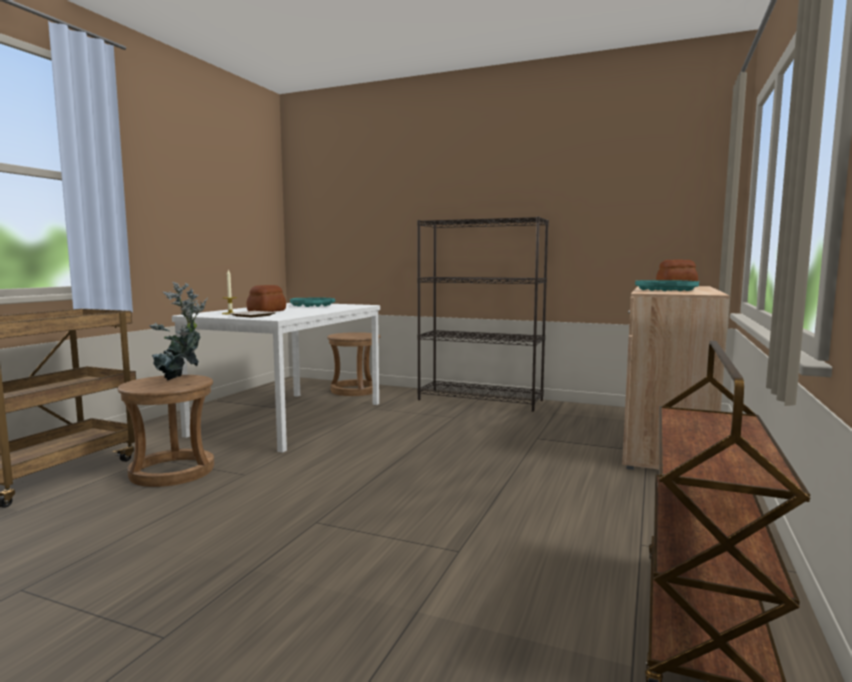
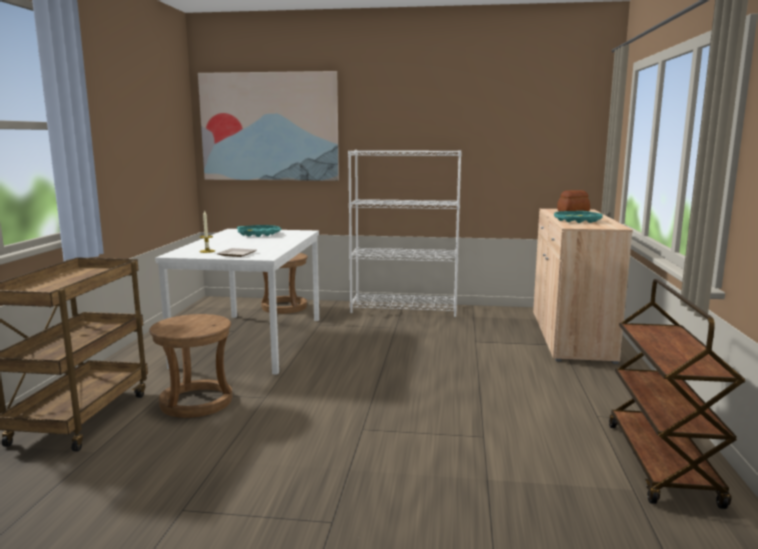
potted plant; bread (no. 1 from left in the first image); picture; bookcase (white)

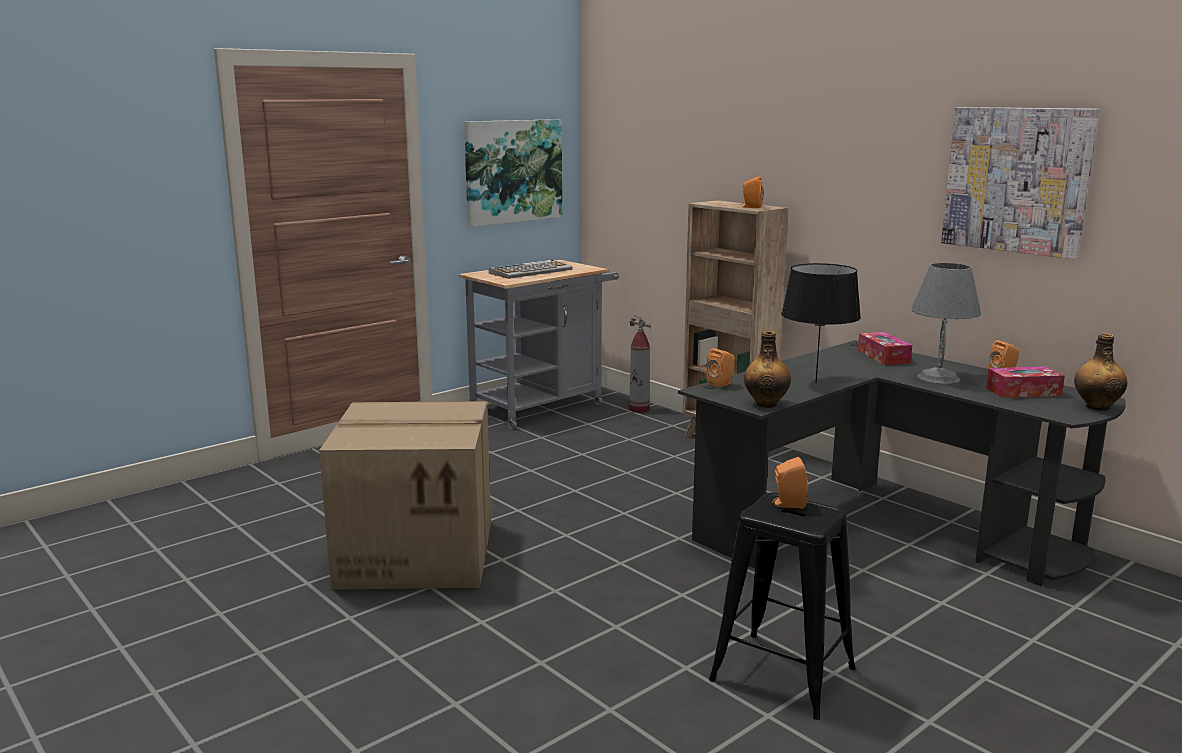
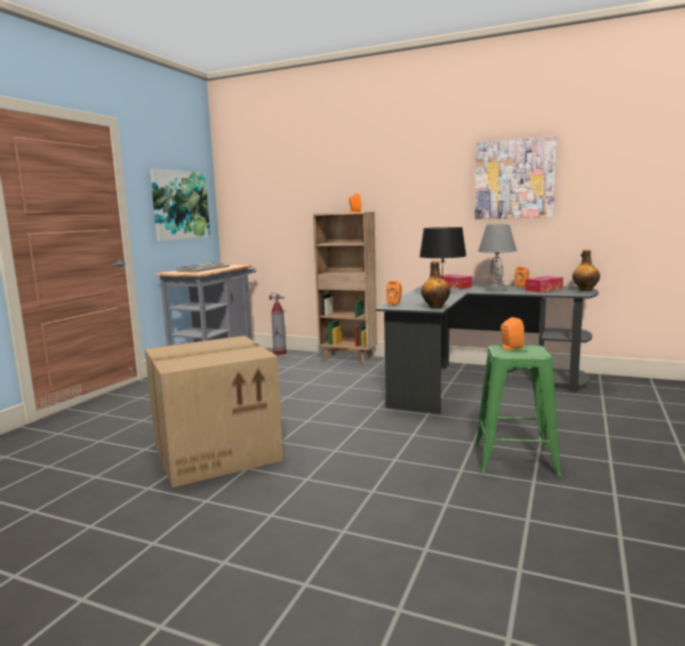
stool (green)

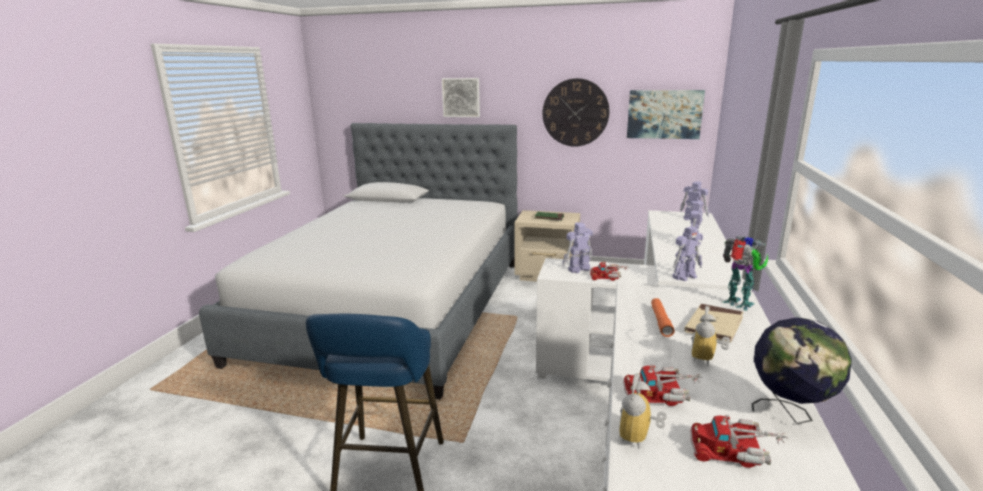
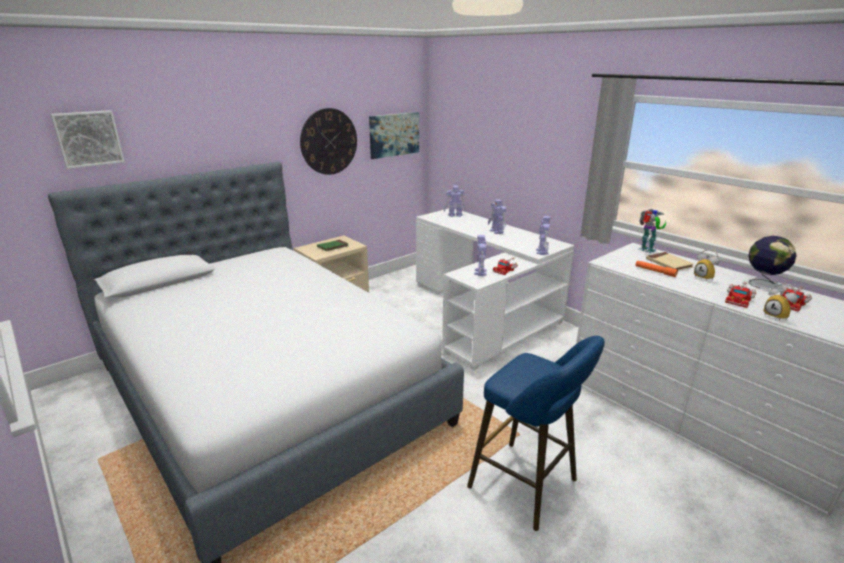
picture (no. 1 from left); toy robot (no. 5 from left)

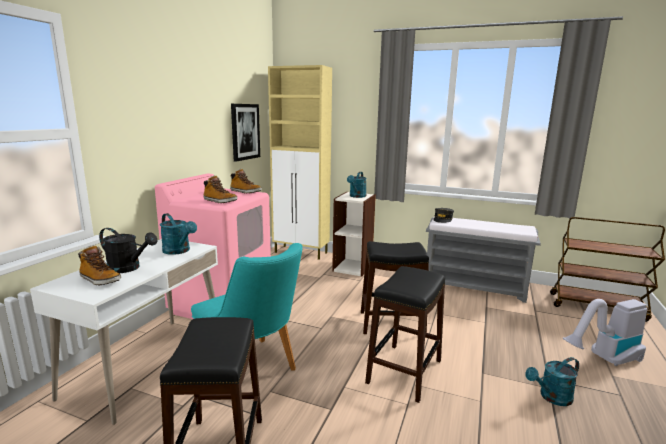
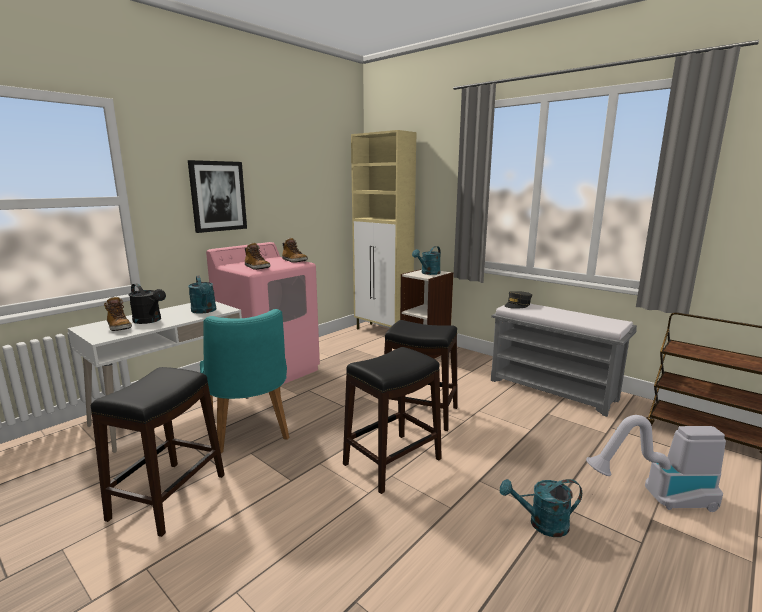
picture

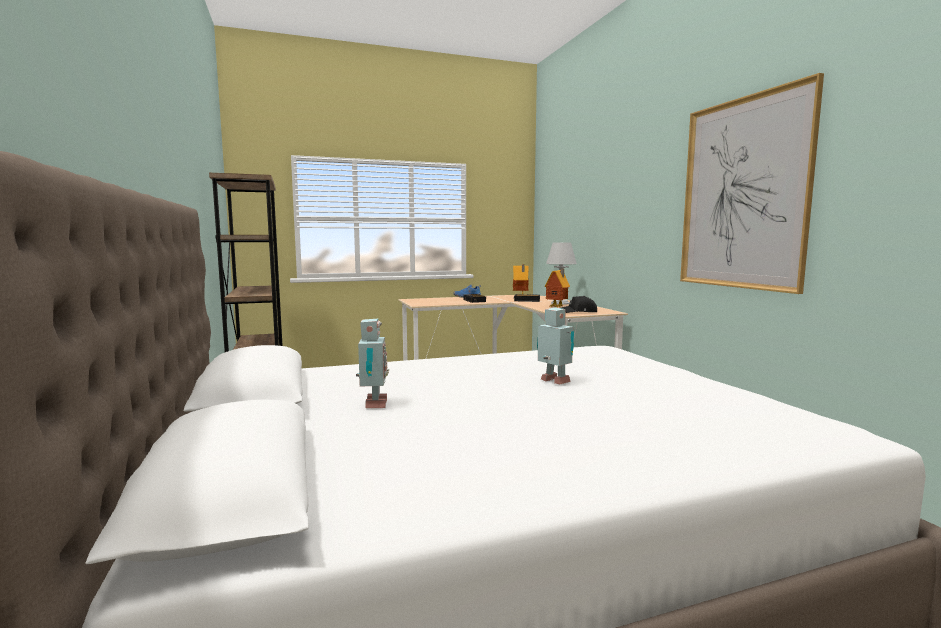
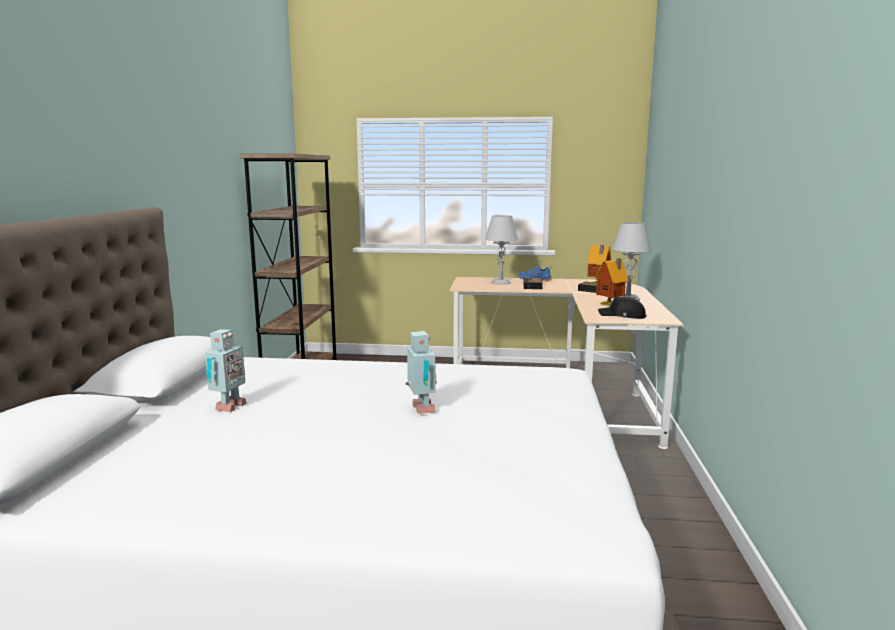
picture; table lamp (grey) (no. 1 from left)

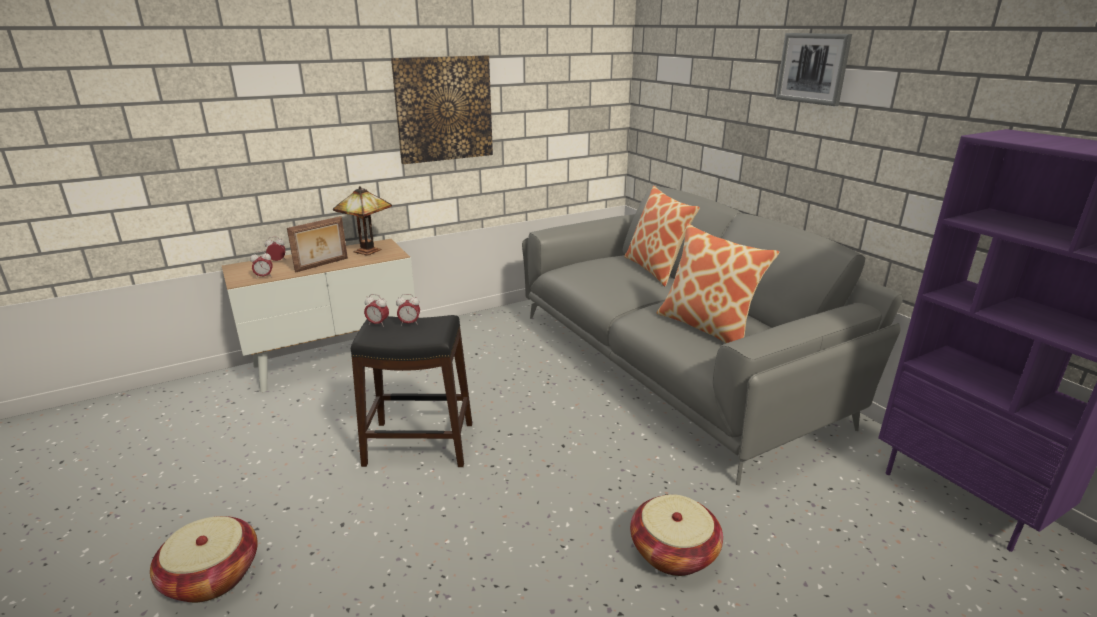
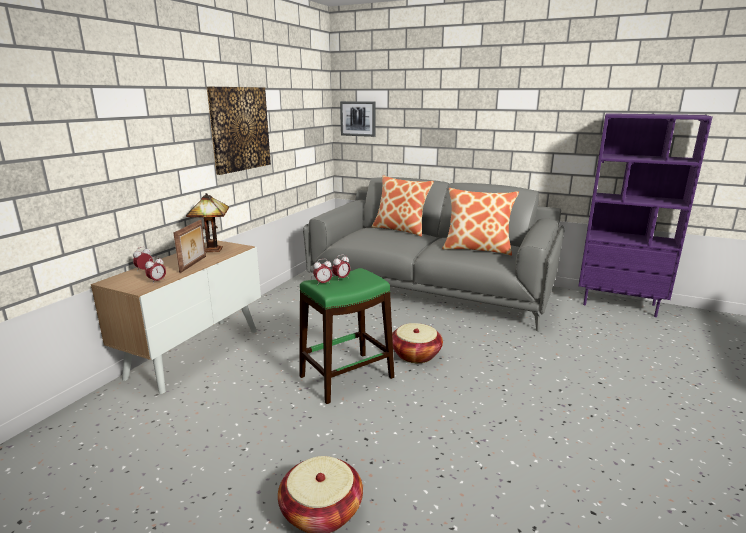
basket (no. 2 from left); picture (no. 2 from left); stool (green)

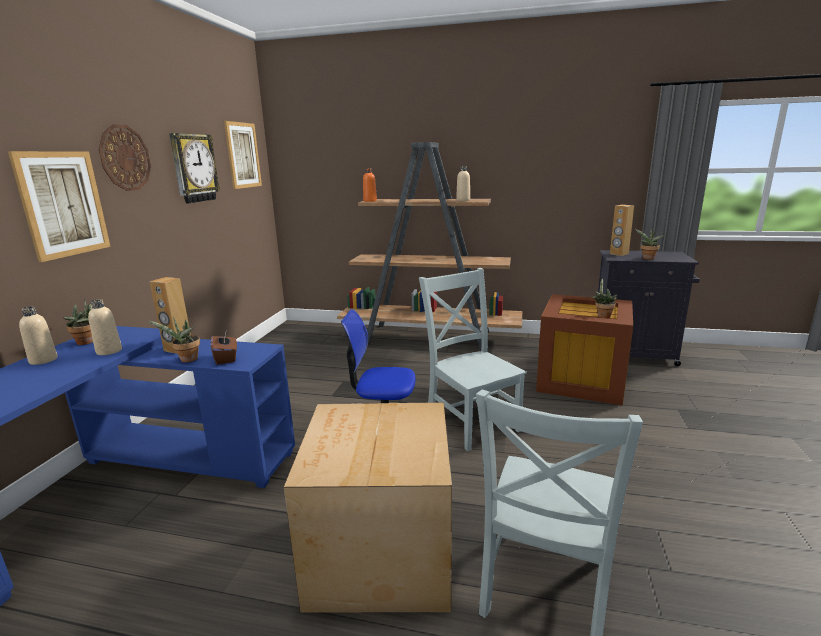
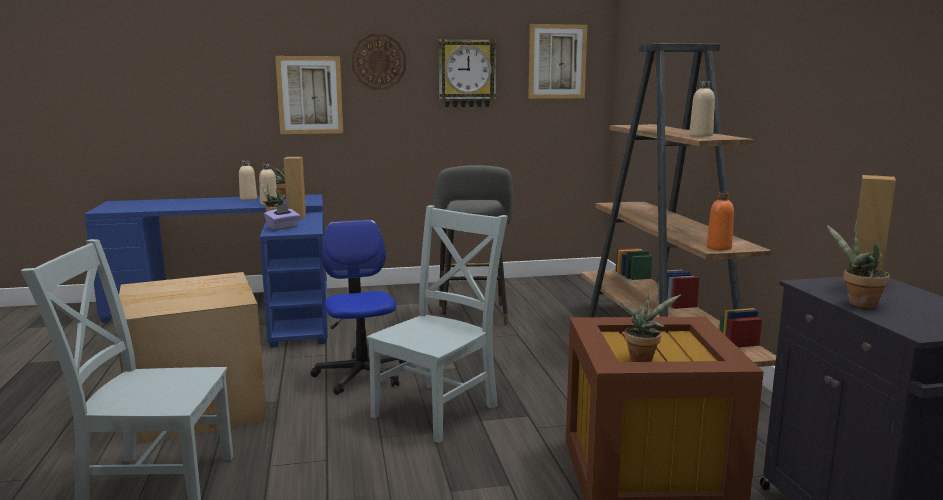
stool (grey); bottle (orange); tissue box (purple)

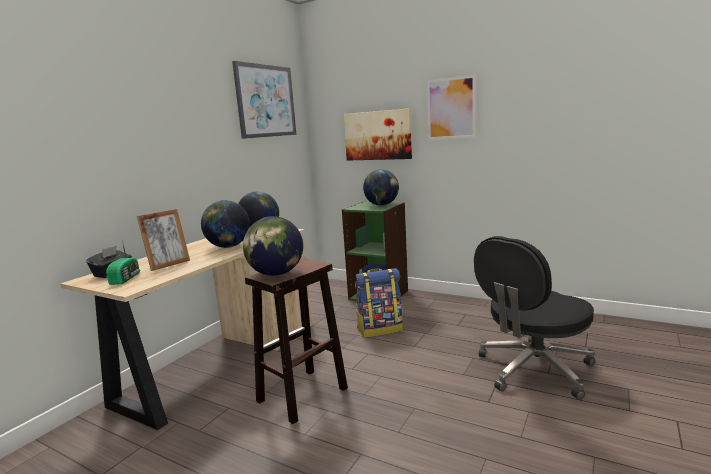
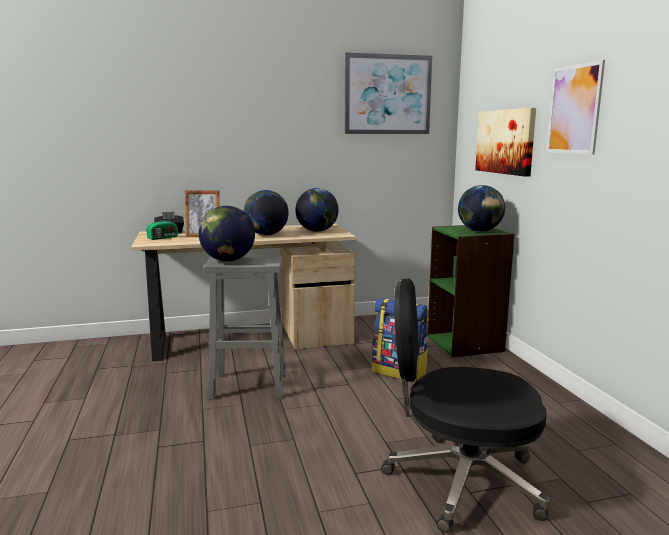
stool (grey)

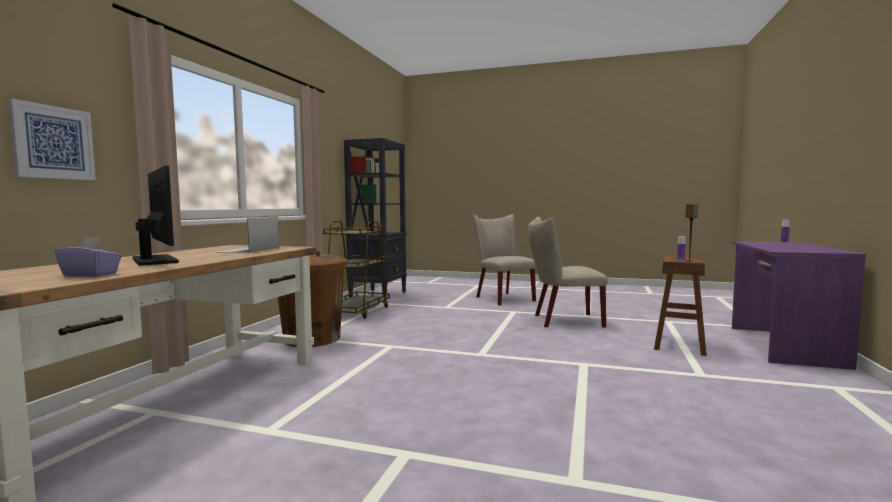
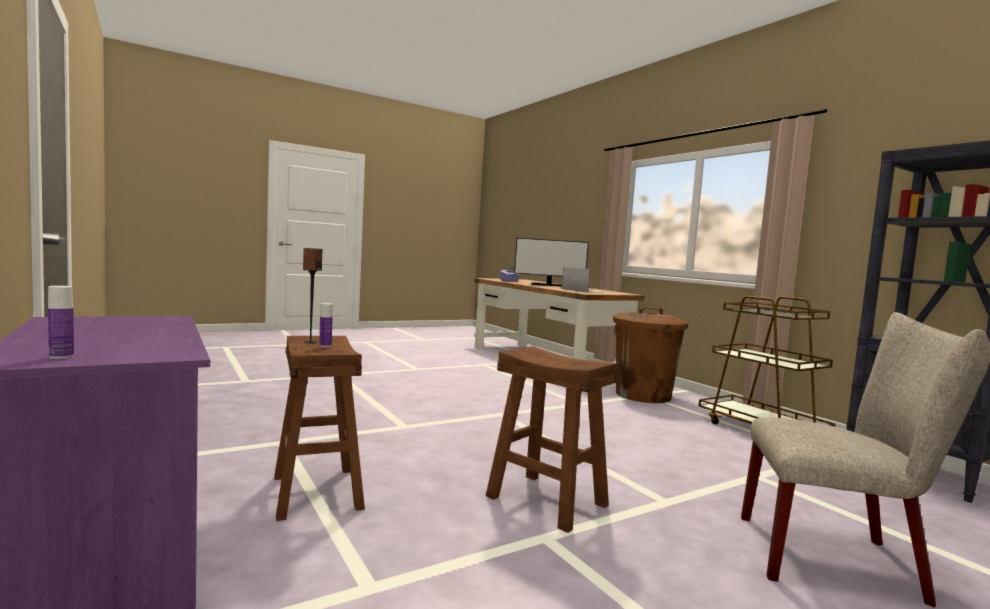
picture; stool (brown) (no. 2 from left)

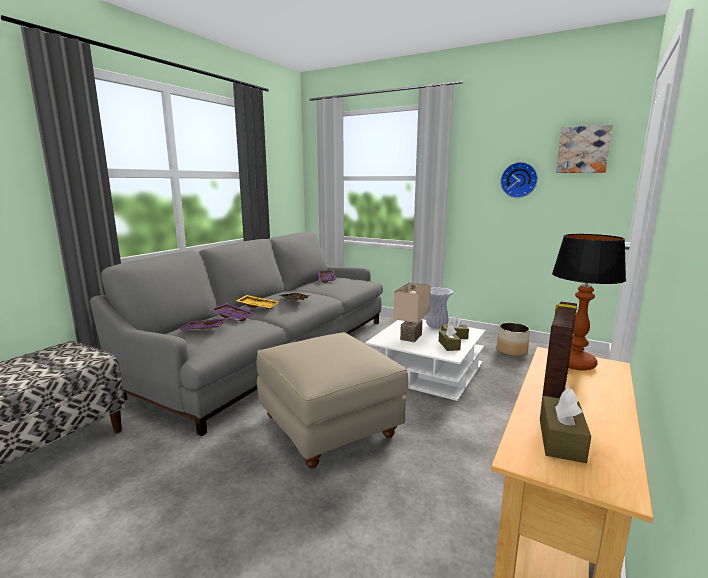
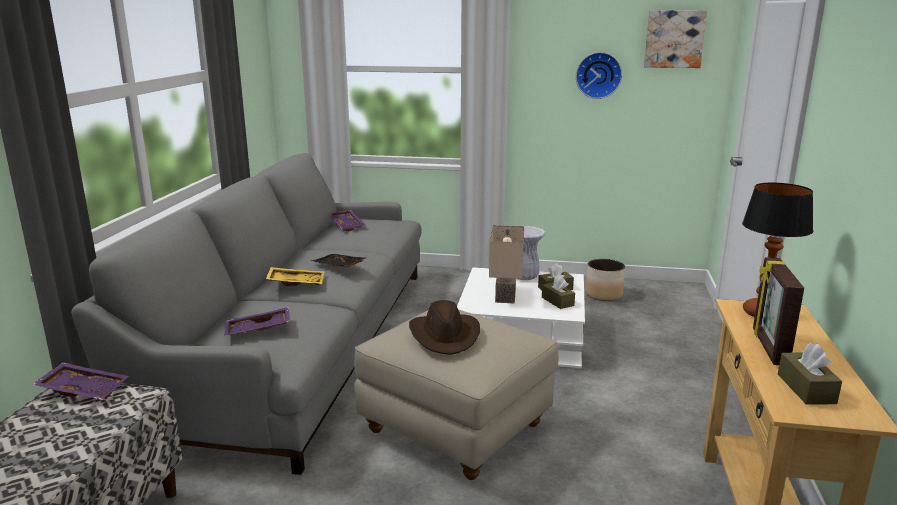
hat (brown); tray (purple) (no. 1 from left)

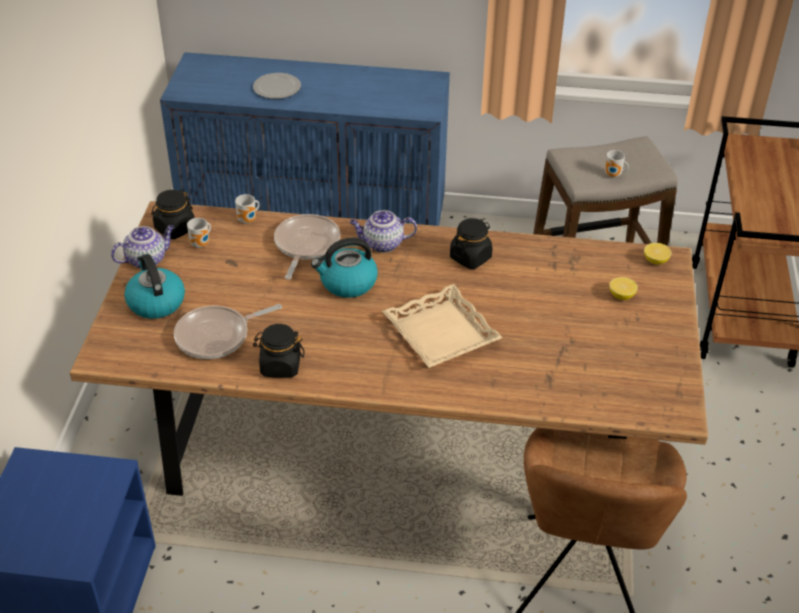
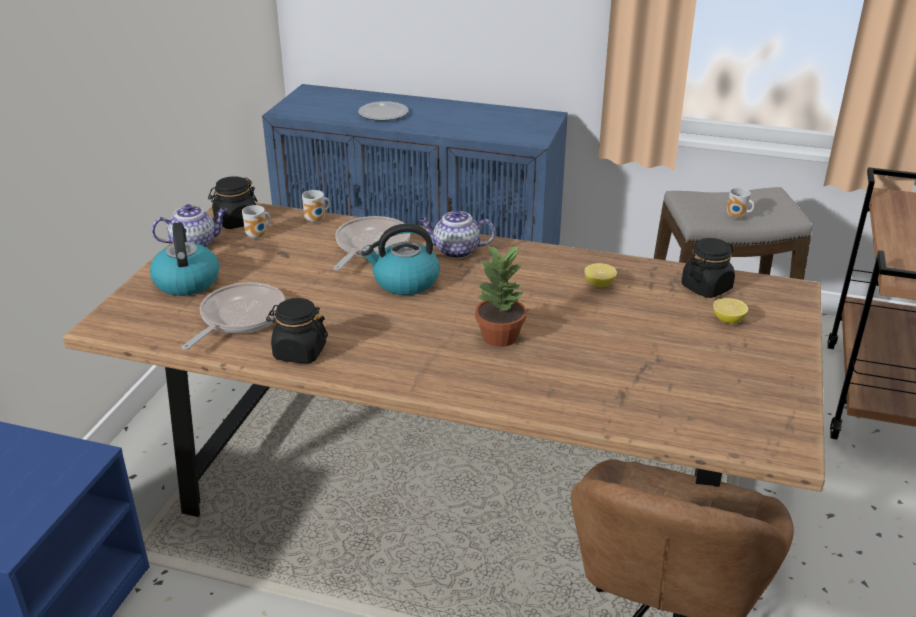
jar (black) (no. 3 from left); lemon (no. 1 from left); potted plant; frying pan (no. 1 from left)

